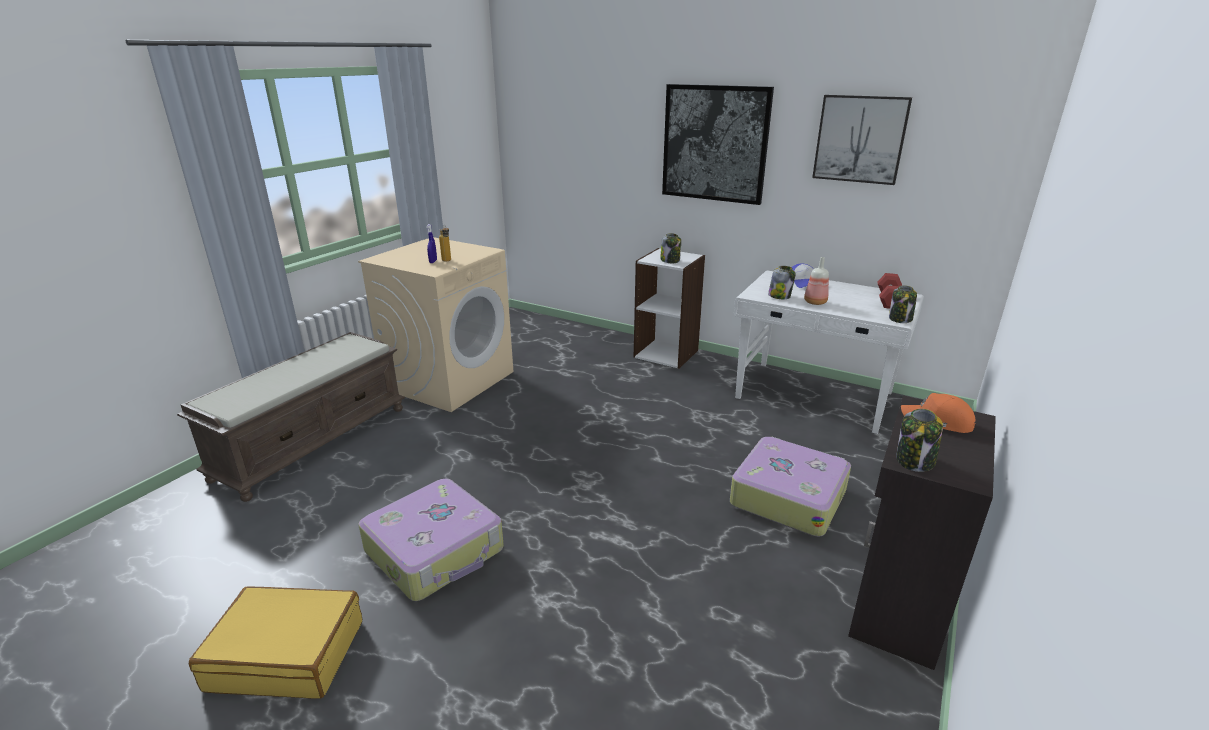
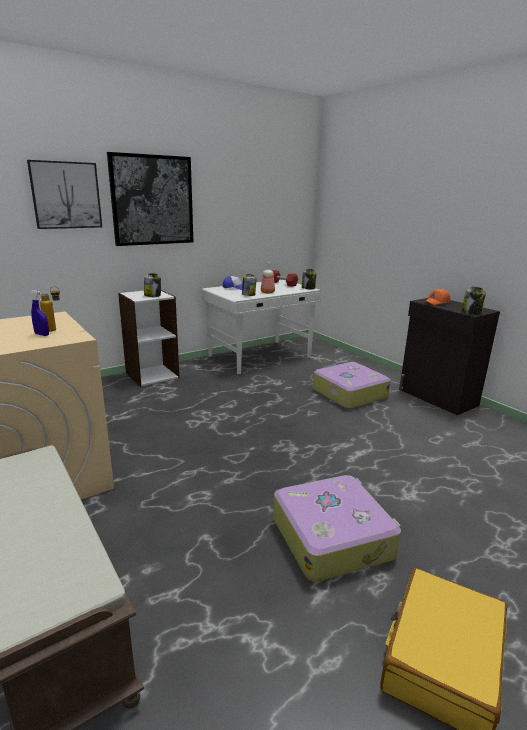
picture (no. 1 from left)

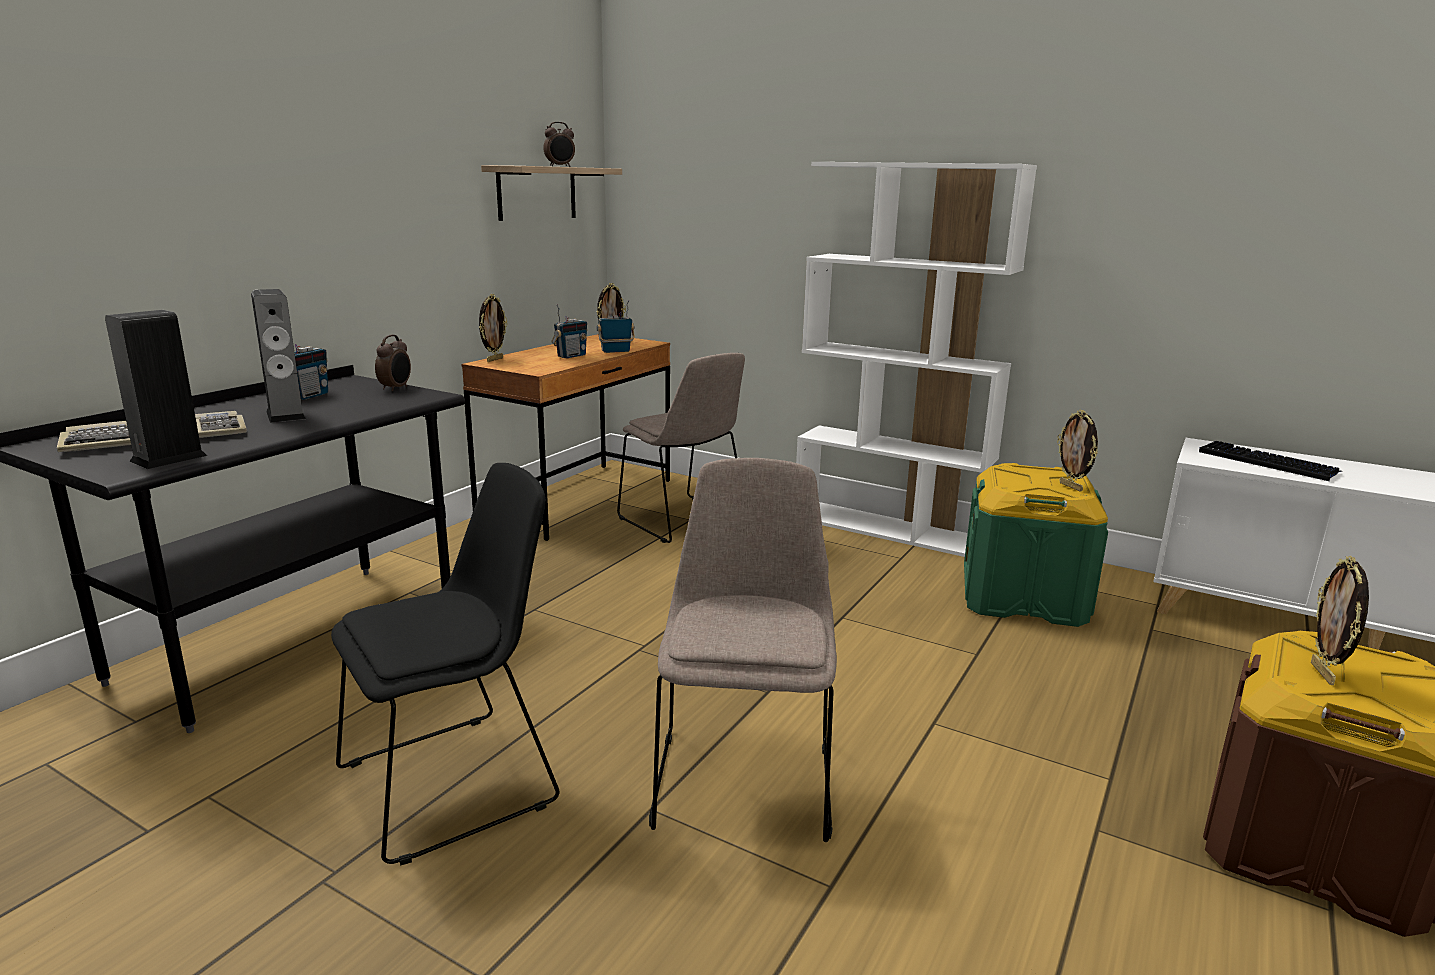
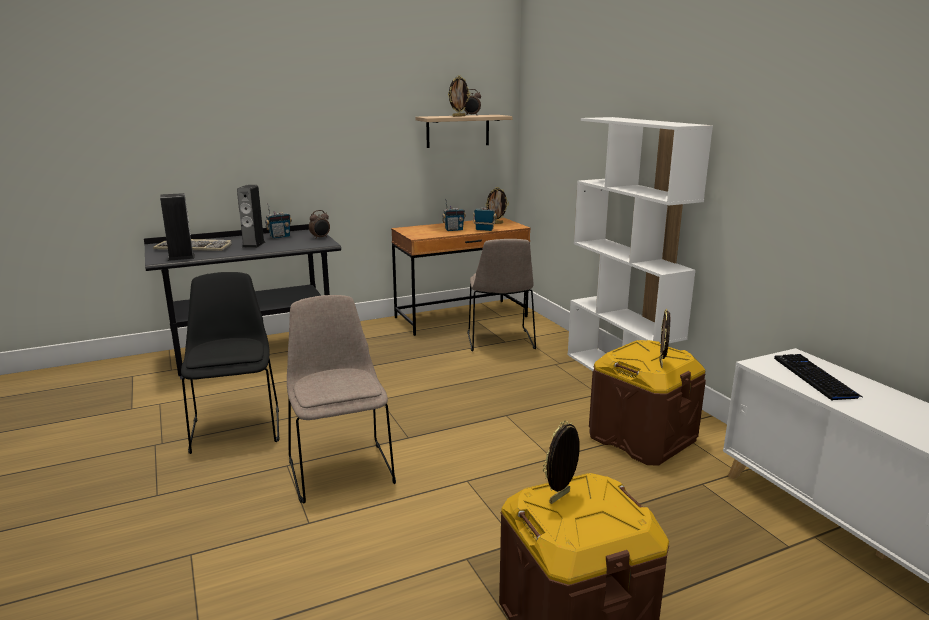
picture frame (no. 1 from left); storage box (brown) (no. 2 from left); chair (black); chair (beige) (no. 1 from left)

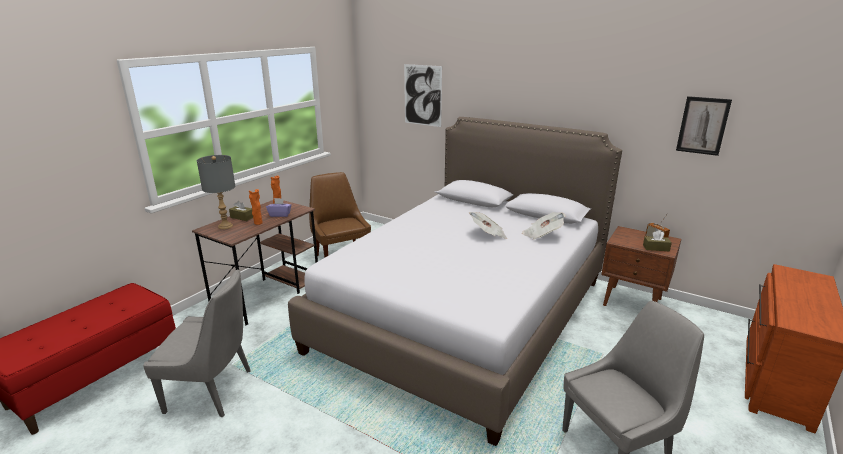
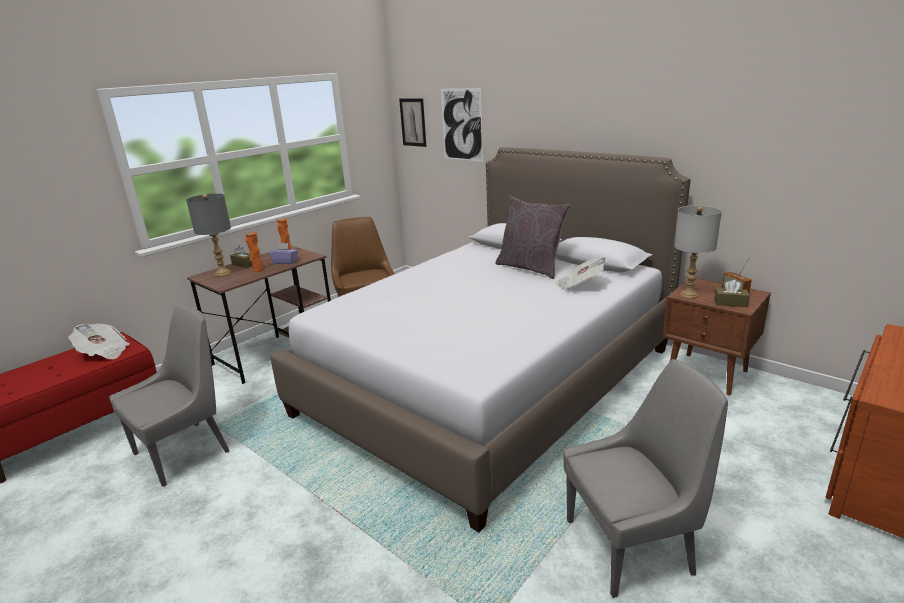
pillow (grey); table lamp (grey) (no. 2 from left); newspaper (no. 1 from left); picture (no. 1 from left); chair (grey) (no. 1 from left)

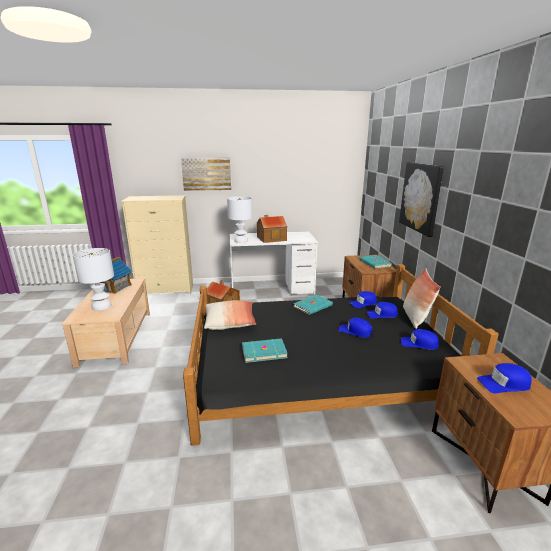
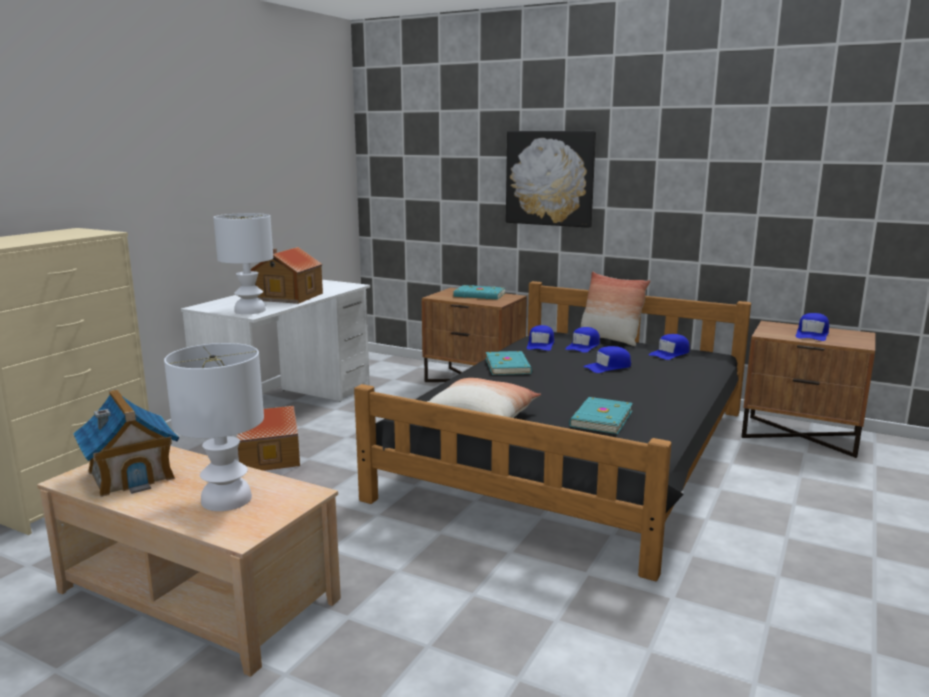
picture (no. 1 from left in the first image)

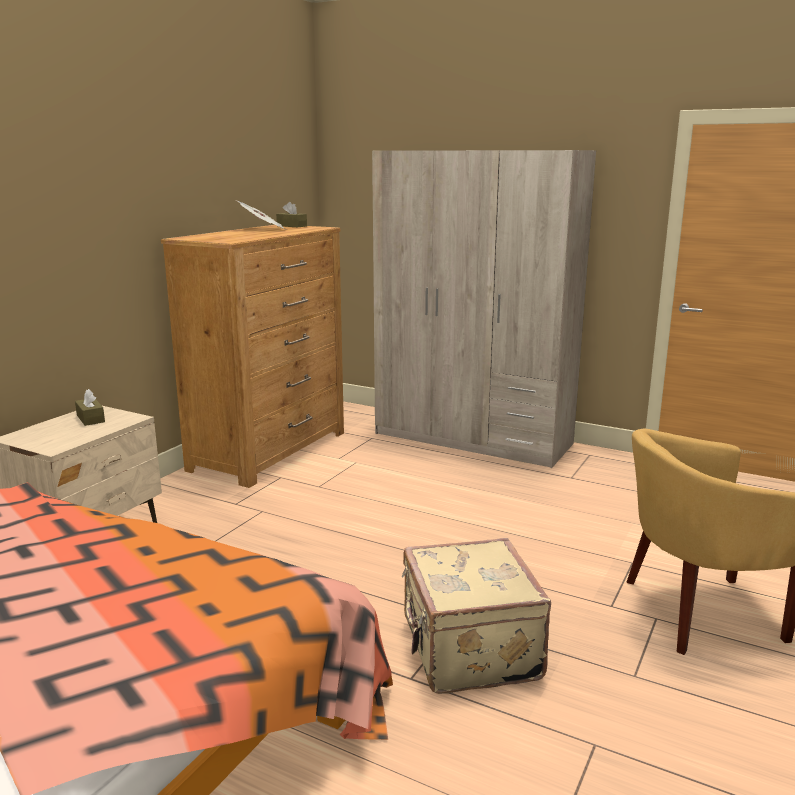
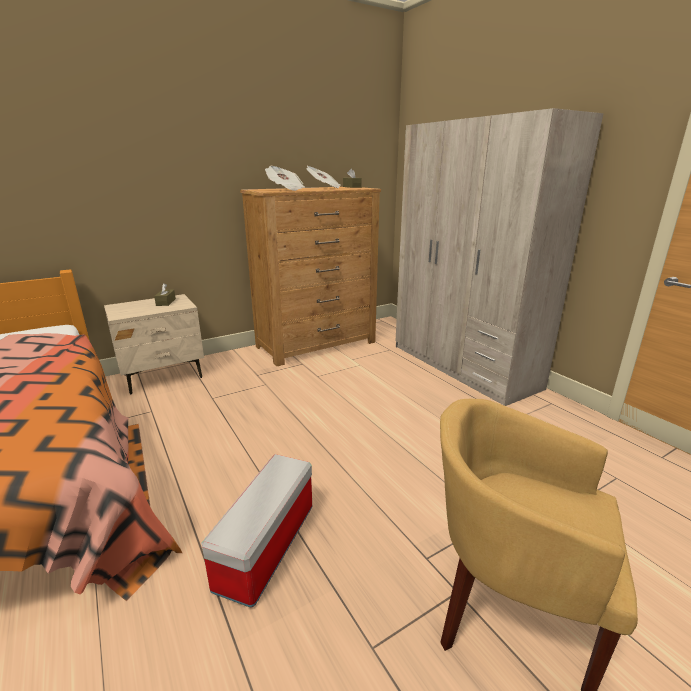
newspaper (no. 1 from left); storage box

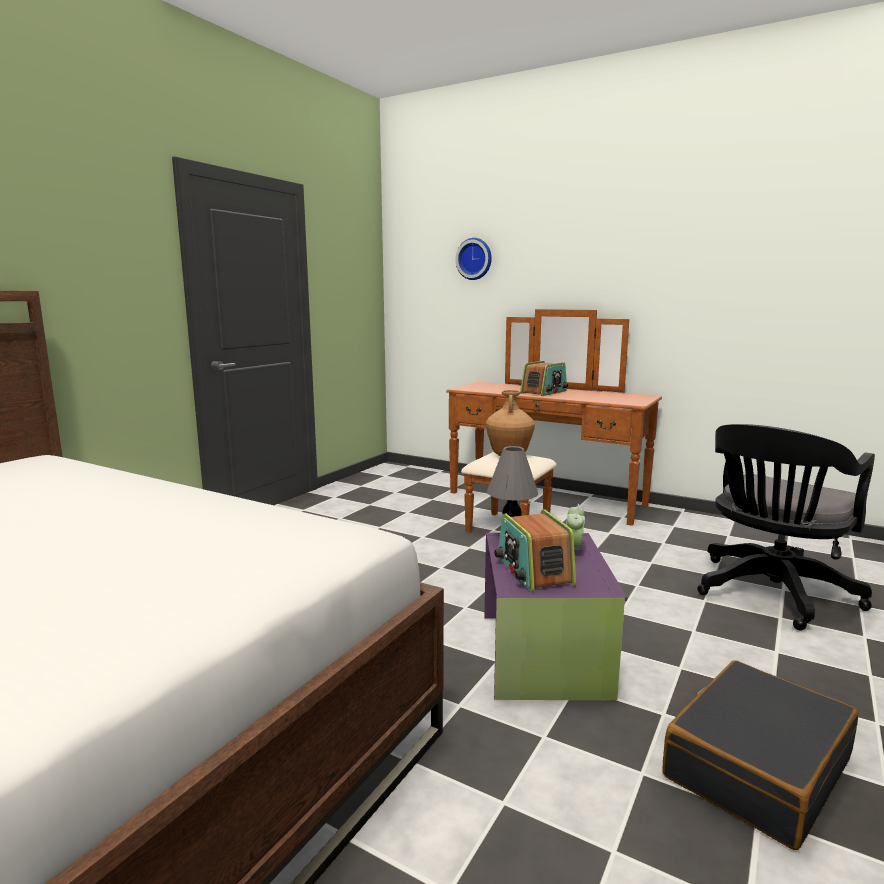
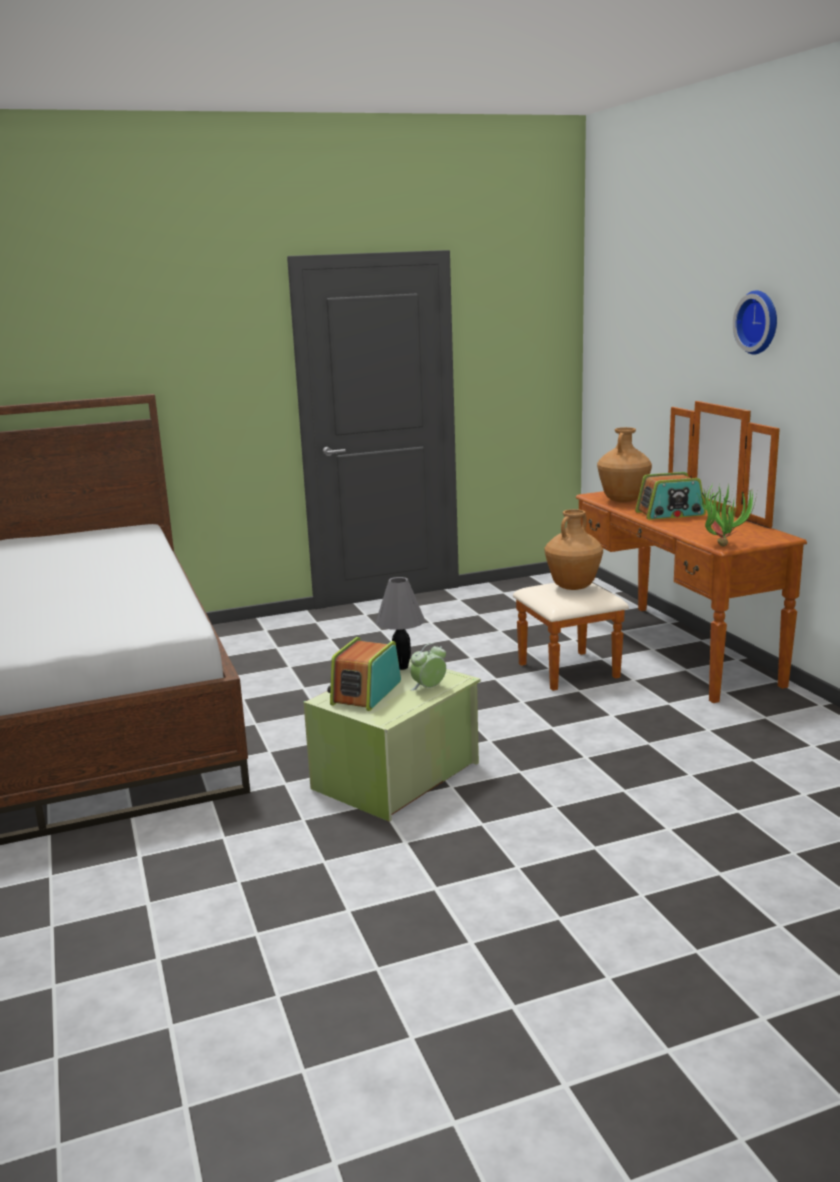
suitcase (black); office chair (black); vase (brown) (no. 2 from left); potted plant; wall clock; storage box (green)

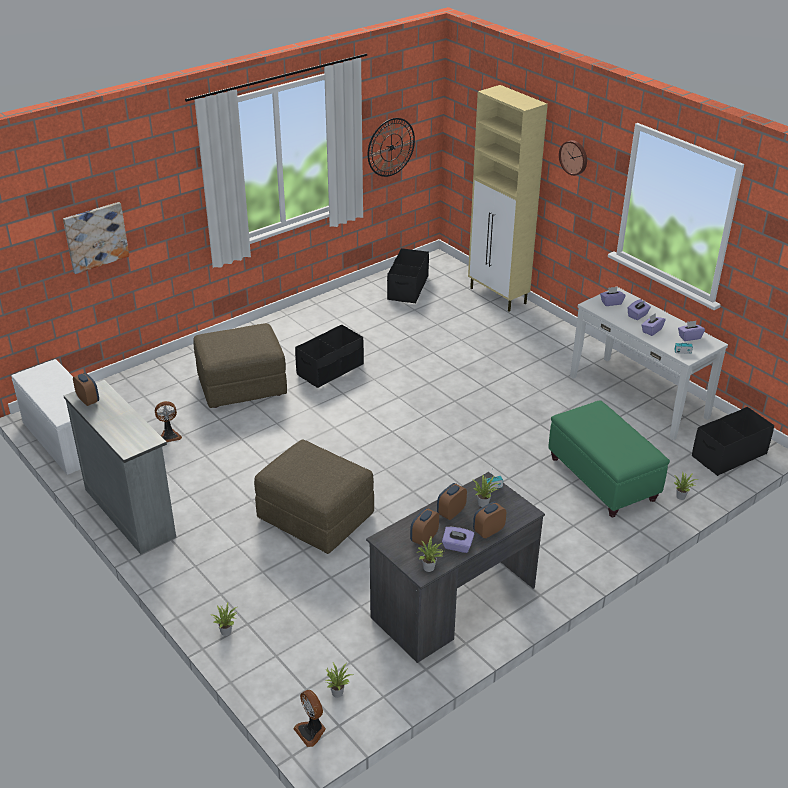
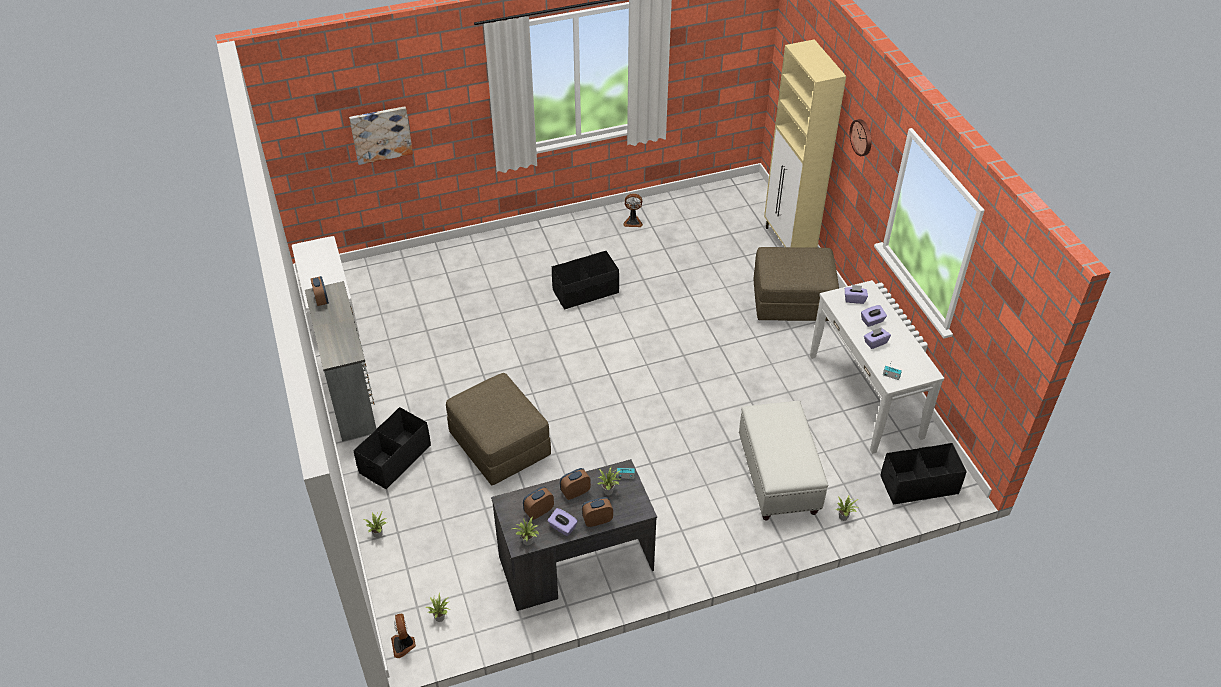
wall clock (no. 1 from left in the first image); tissue box (purple) (no. 5 from left in the first image); fan (no. 2 from left); ottoman (brown) (no. 2 from left); storage box (black) (no. 1 from left); ottoman (white)

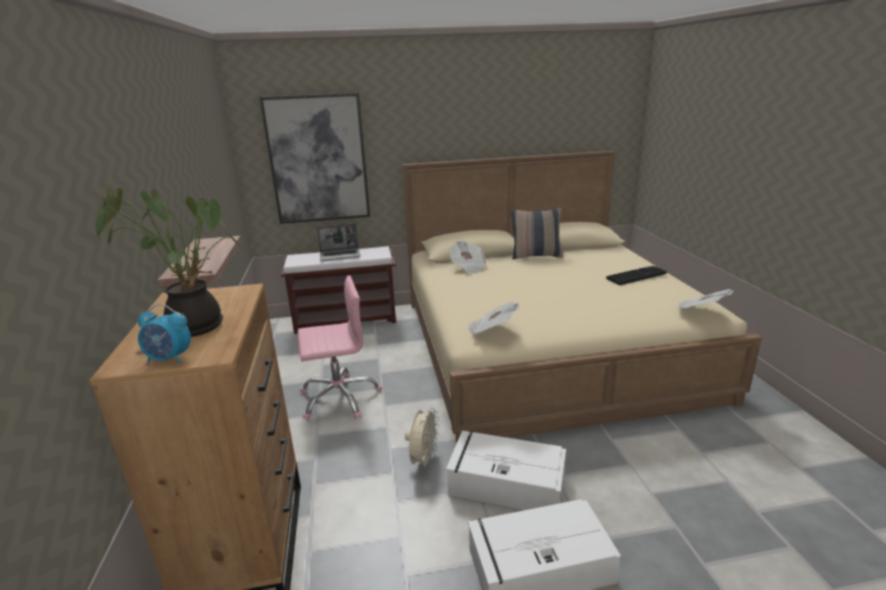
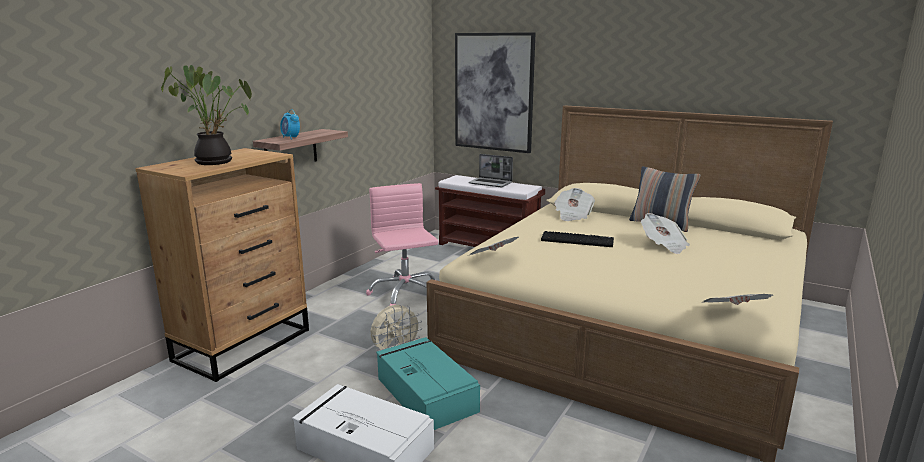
newspaper (no. 3 from left); alarm clock; keyboard; storage box (turquoise); office chair (pink)

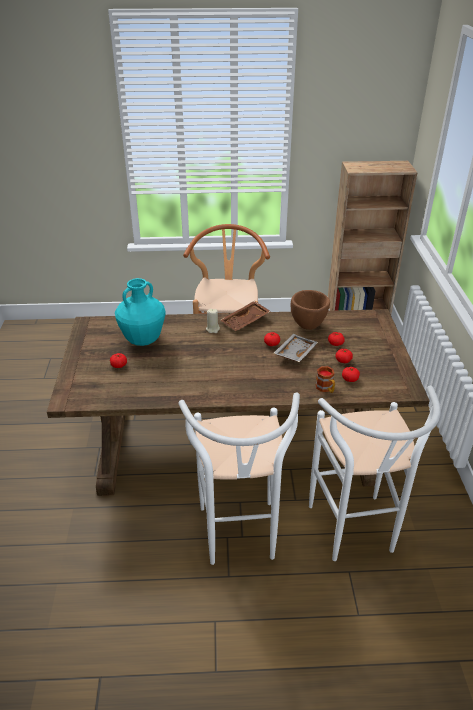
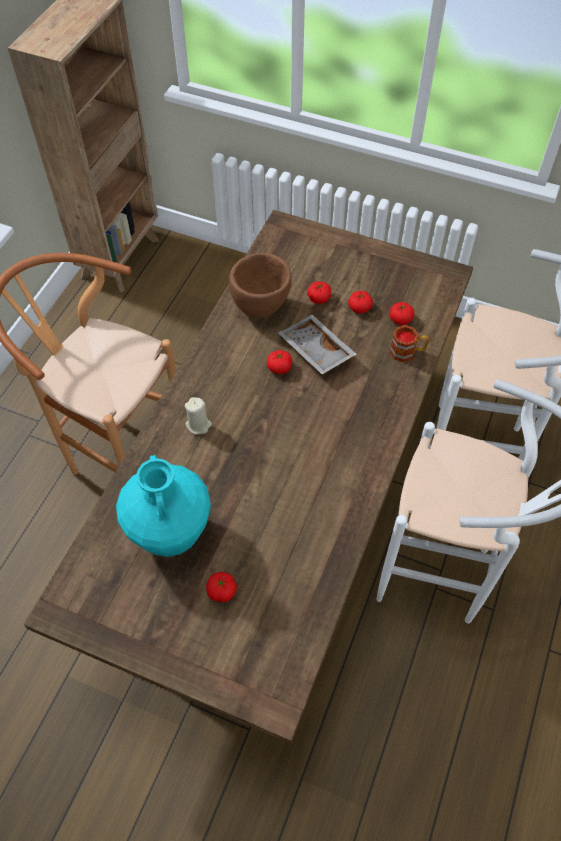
tray (brown)

